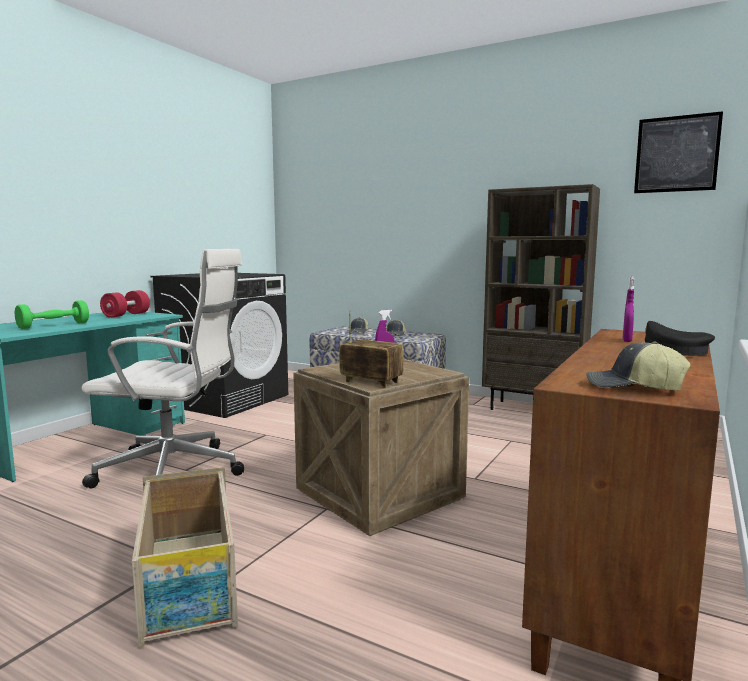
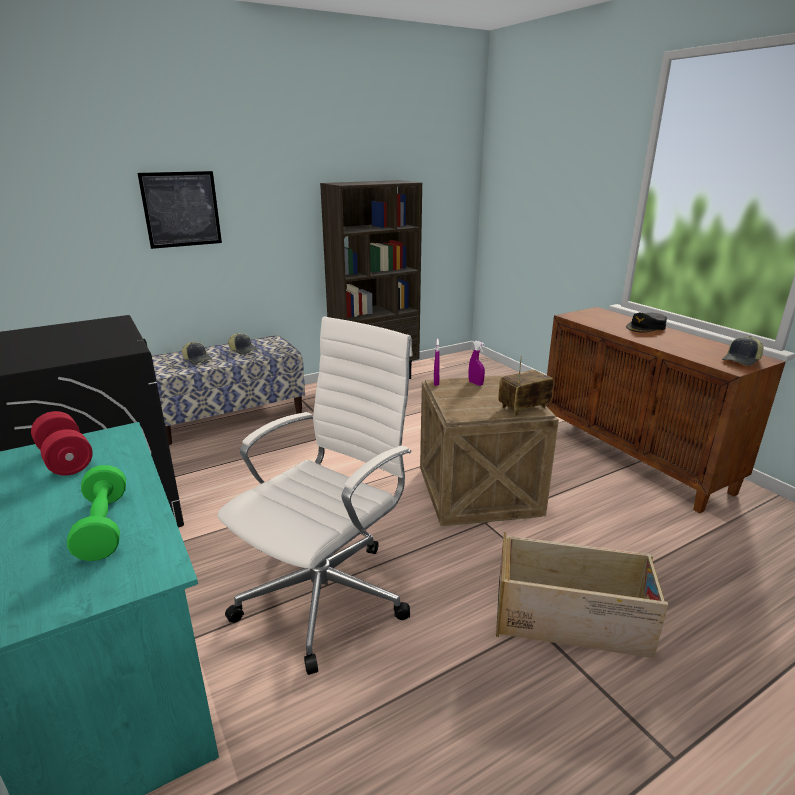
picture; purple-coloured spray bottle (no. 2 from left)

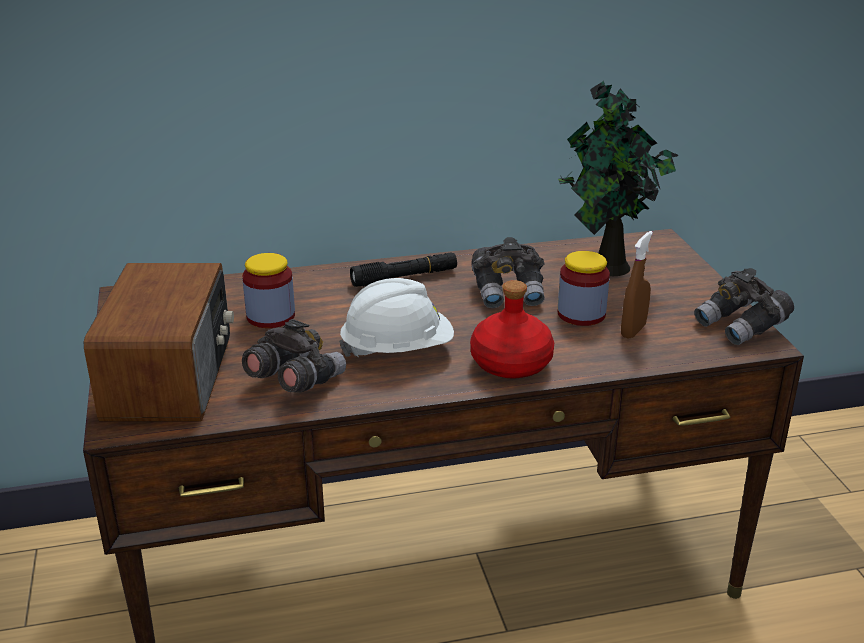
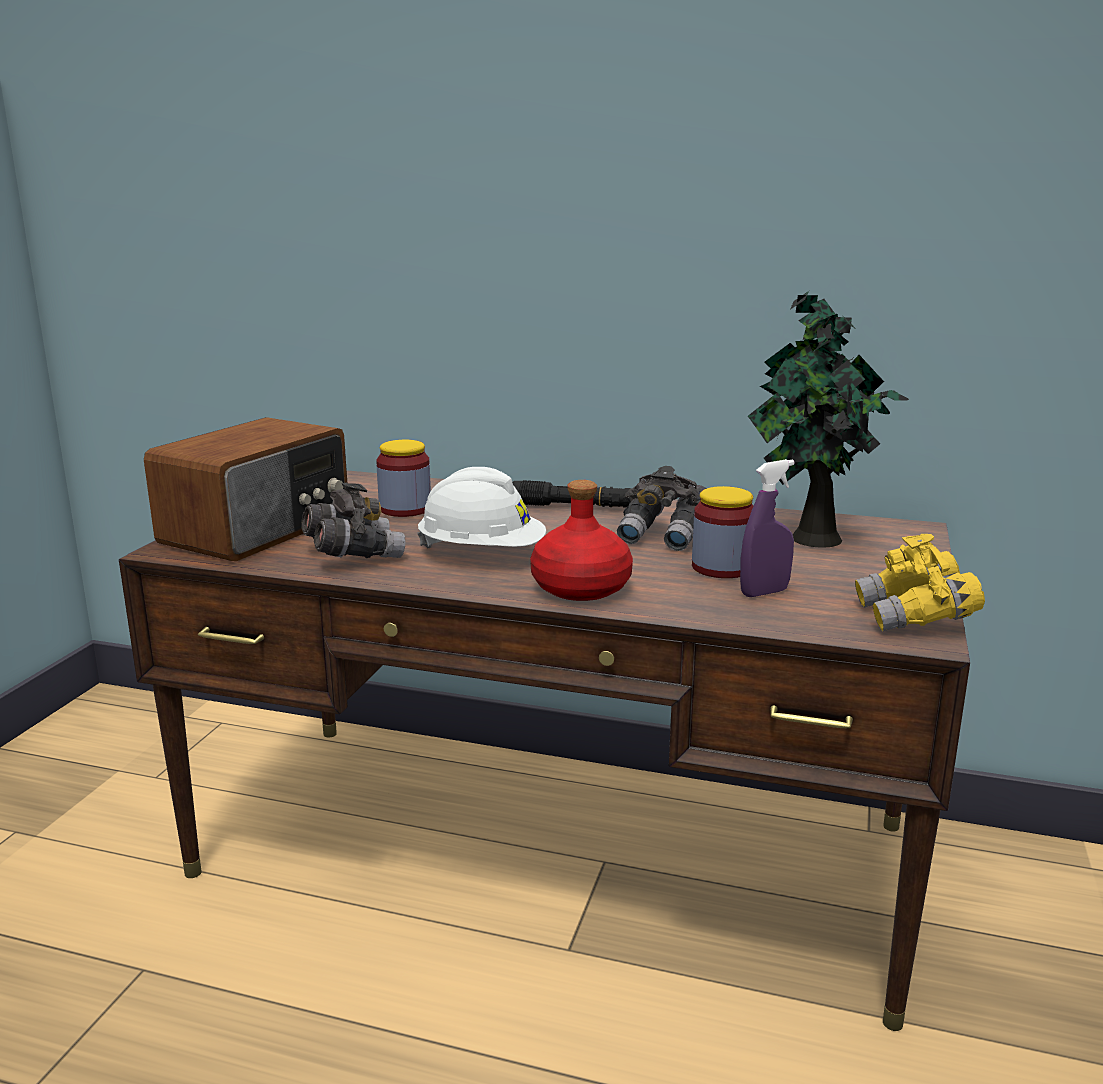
purple-coloured spray bottle; yellow-coloured binoculars

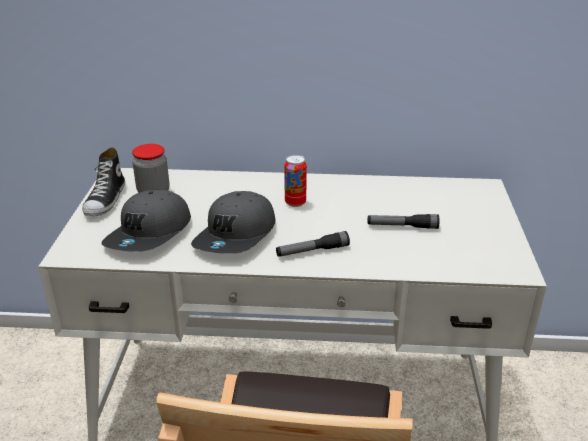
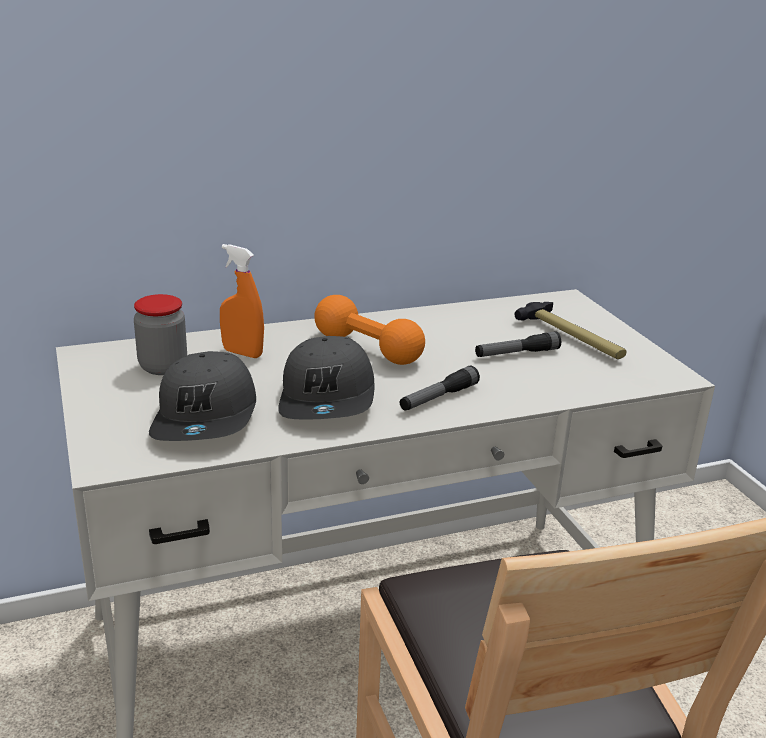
orange-coloured spray bottle; orange-coloured dumbbell; tool hammer; low shoe

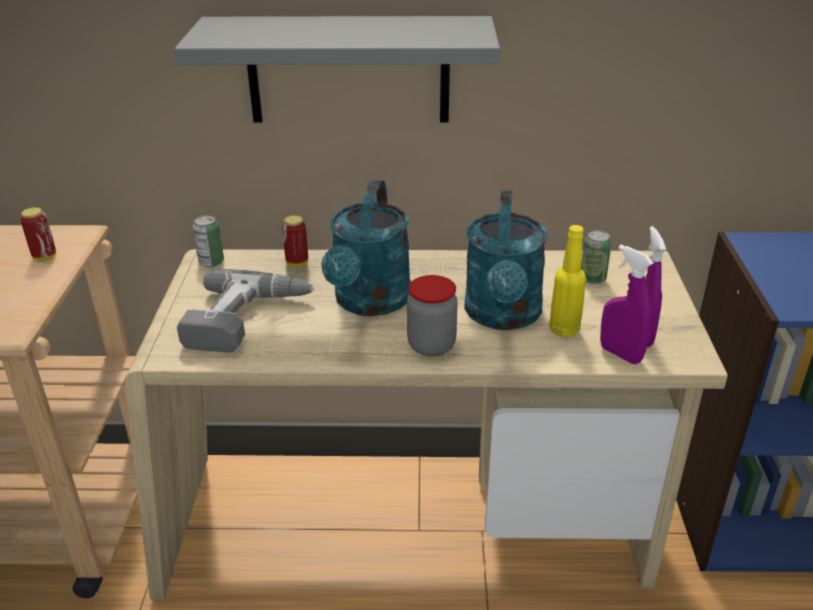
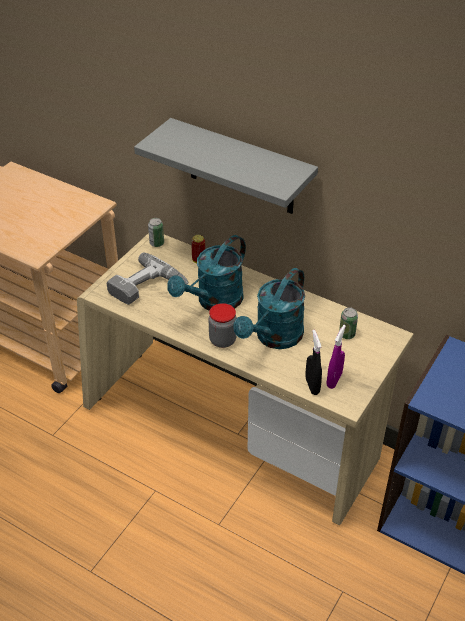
black spray bottle; metal can (no. 1 from left in the first image); yellow-coloured drink bottle

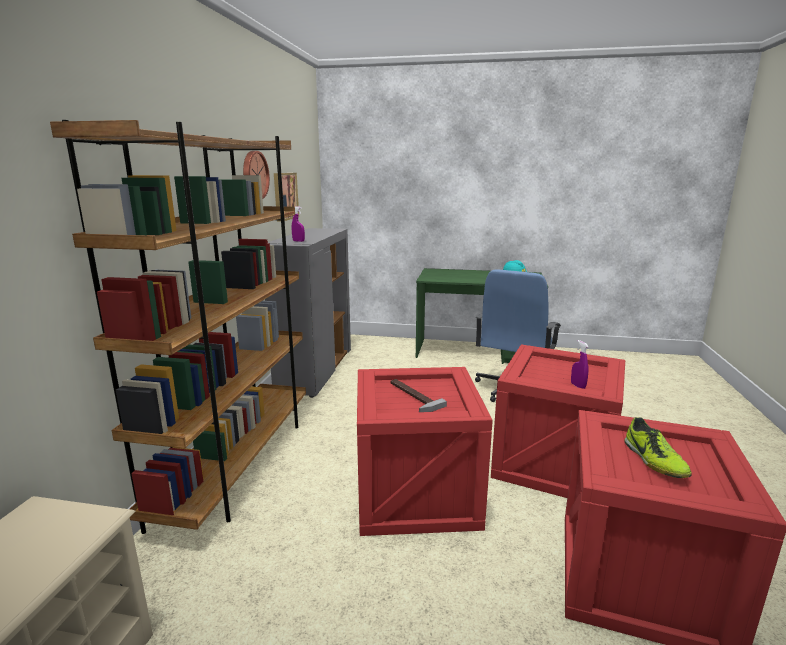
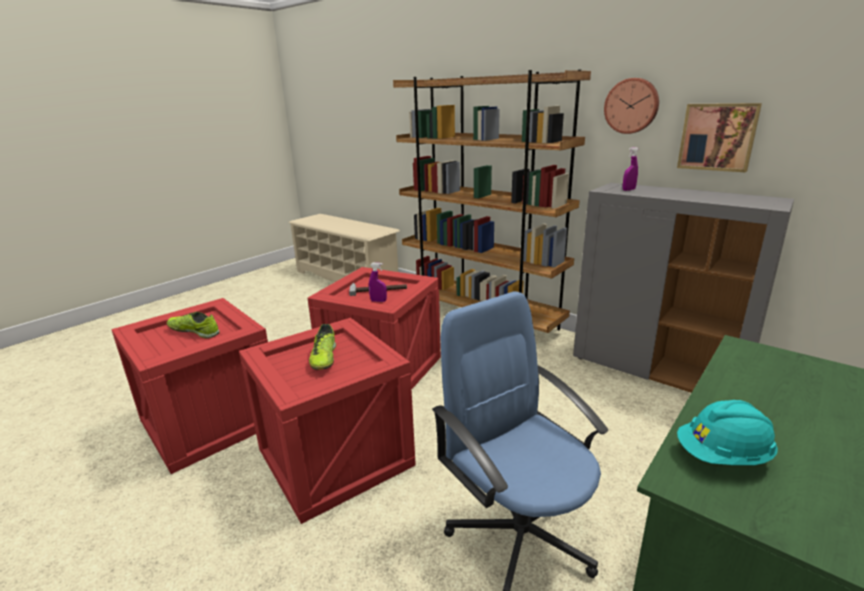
low shoe (no. 2 from left); purple-coloured spray bottle (no. 1 from left)

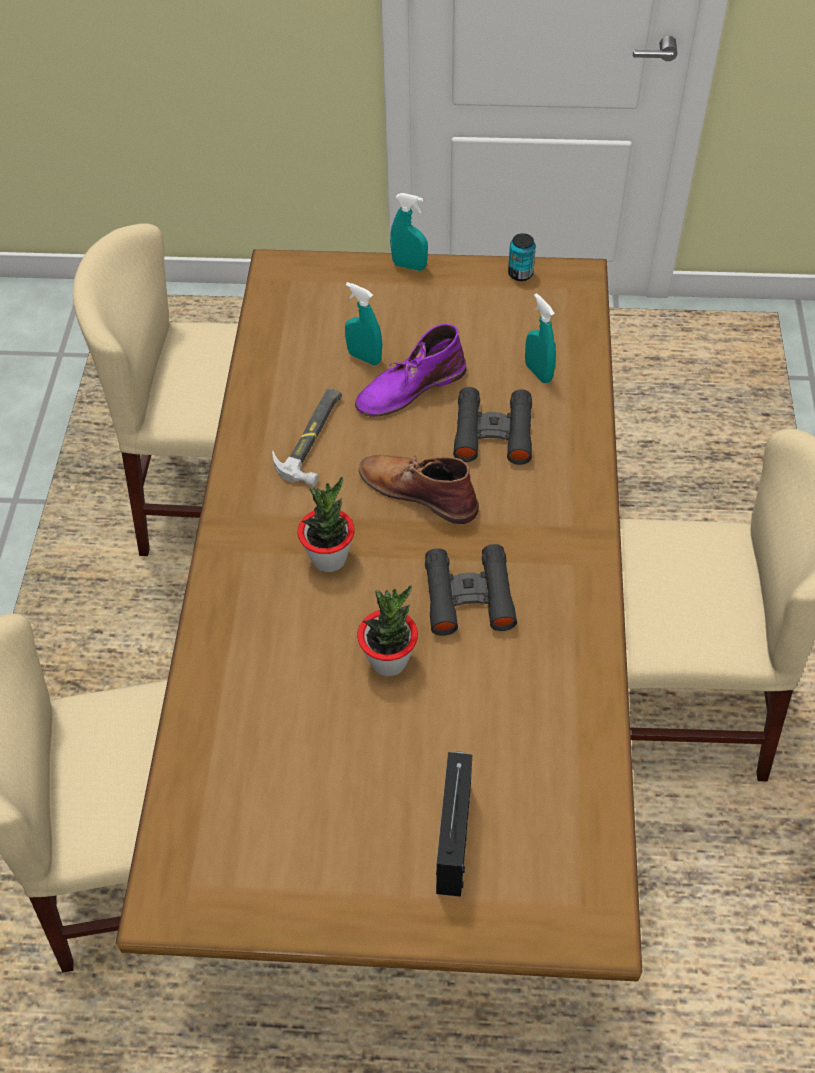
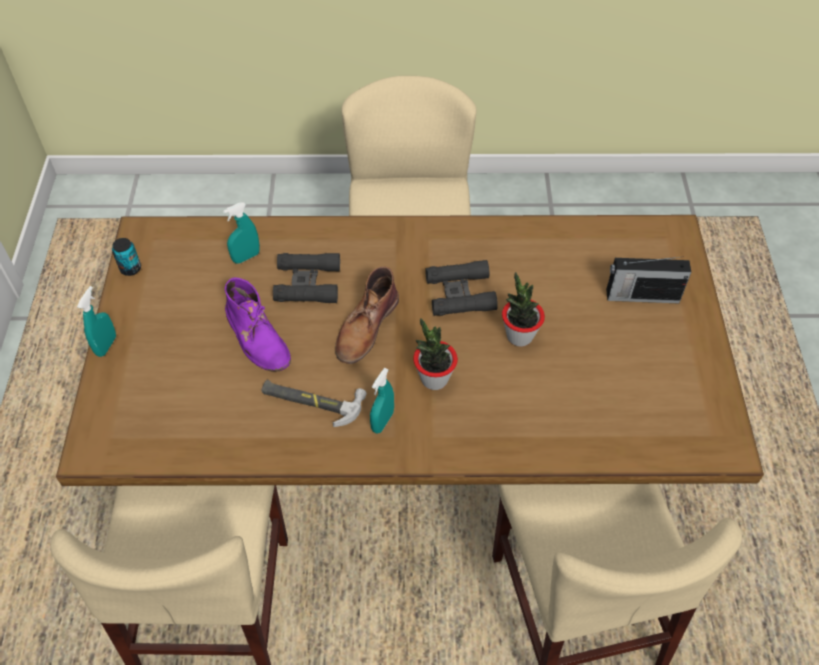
turquoise spray bottle (no. 3 from left)

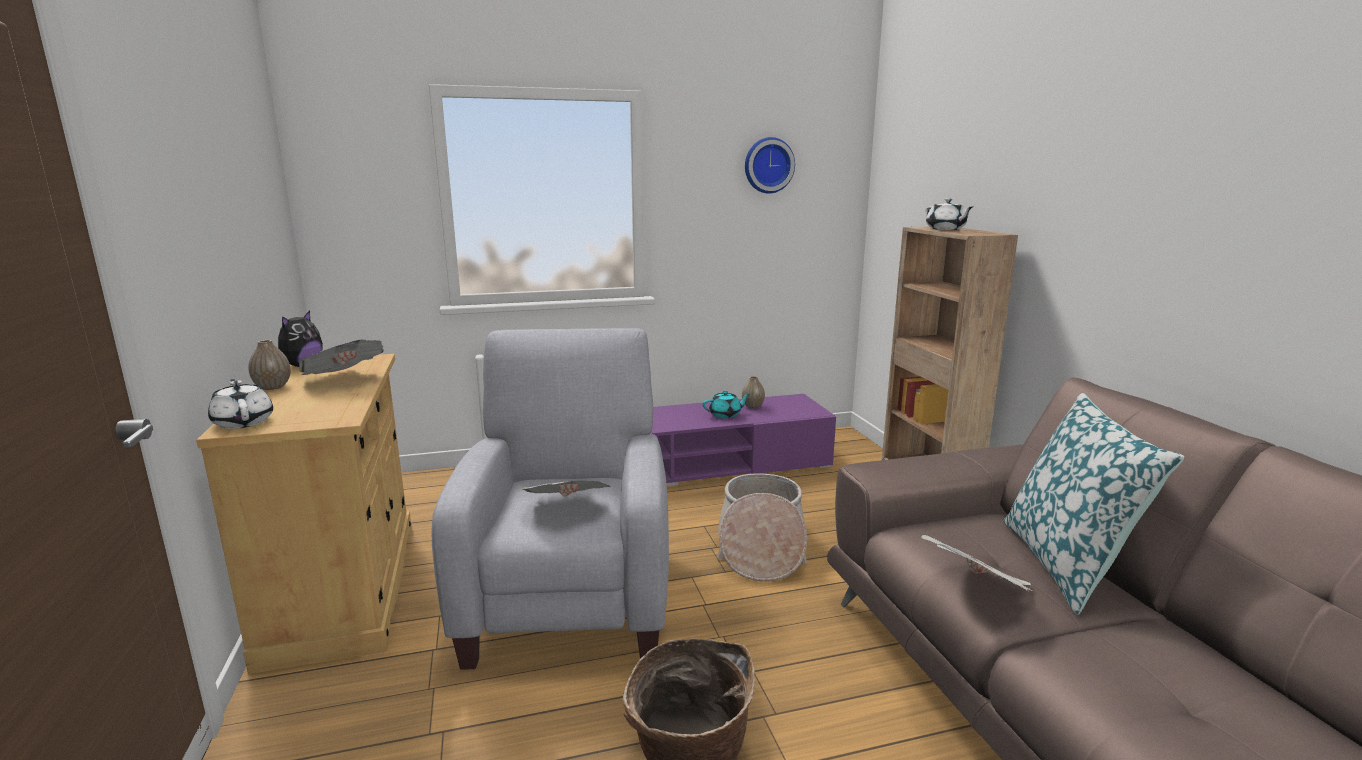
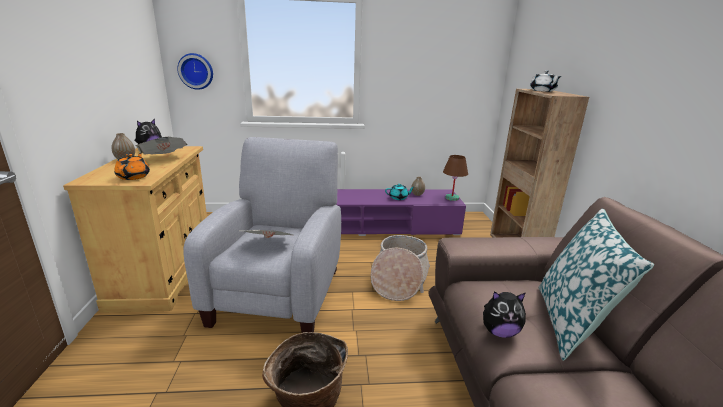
orange-coloured pot for tea; hanging clock; brownish tabletop lamp; cuddly toy (no. 2 from left); whitish pot for tea (no. 1 from left in the first image)

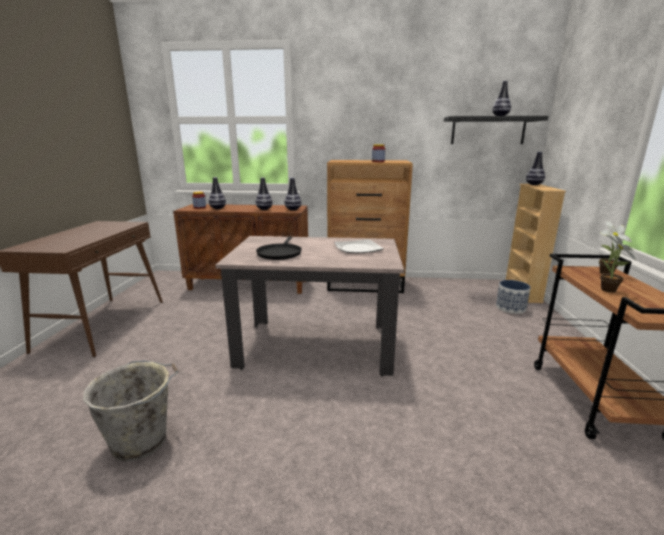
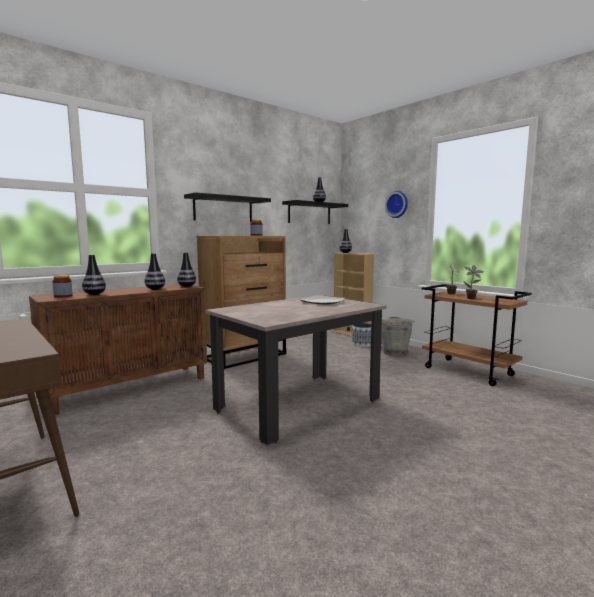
black shelf (no. 1 from left); grey pail; hanging clock; black pan

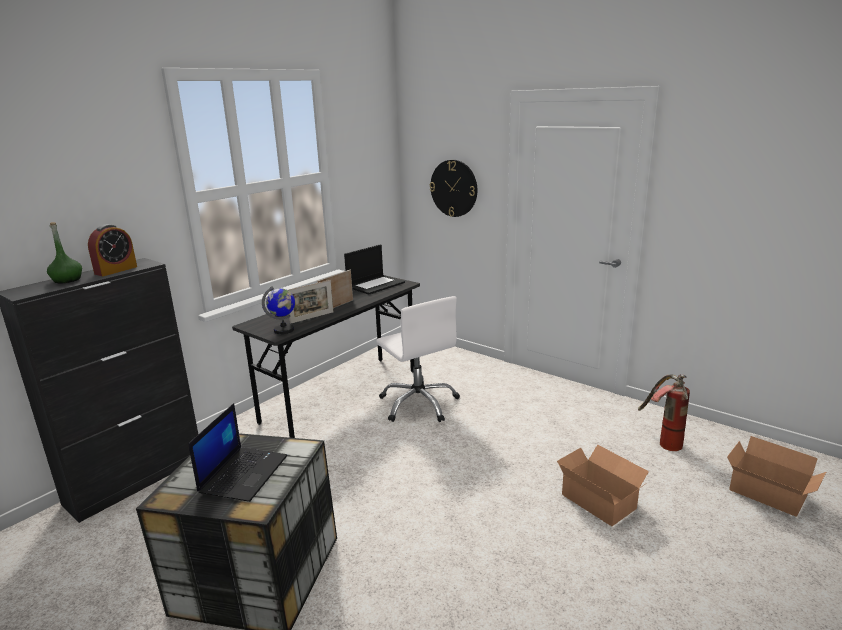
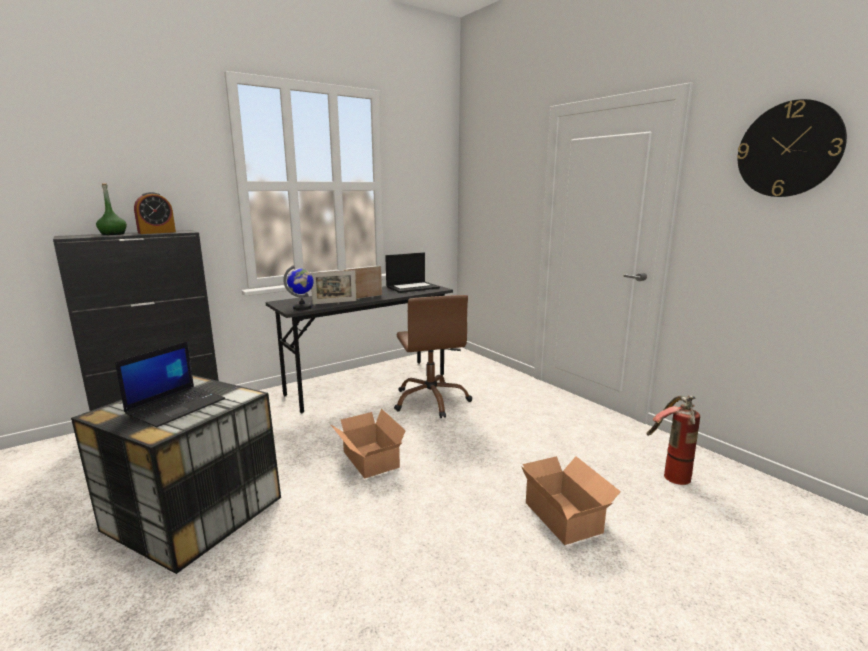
carton (no. 1 from left); brownish office chair; hanging clock

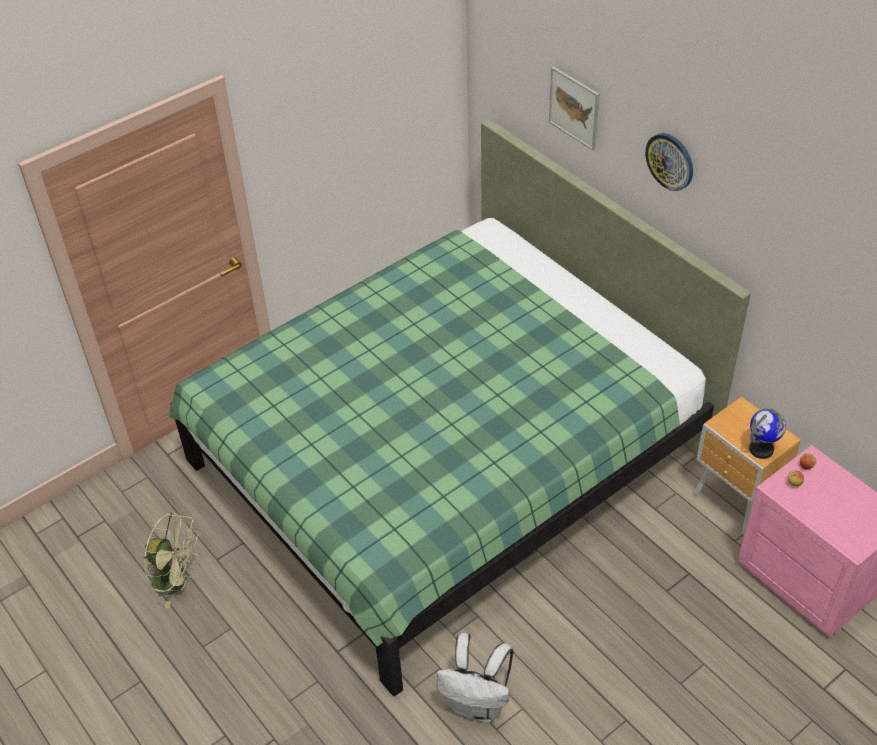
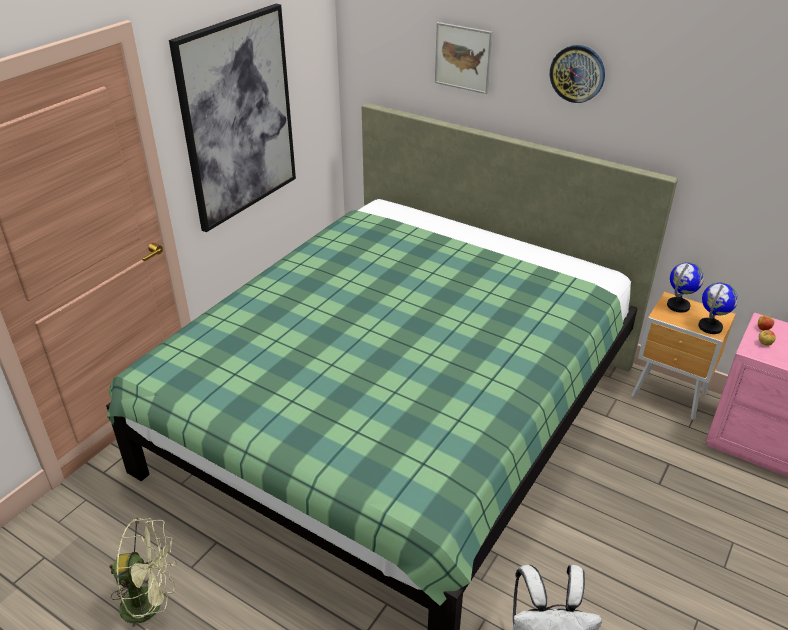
picture (no. 1 from left); desk globe (no. 1 from left)

